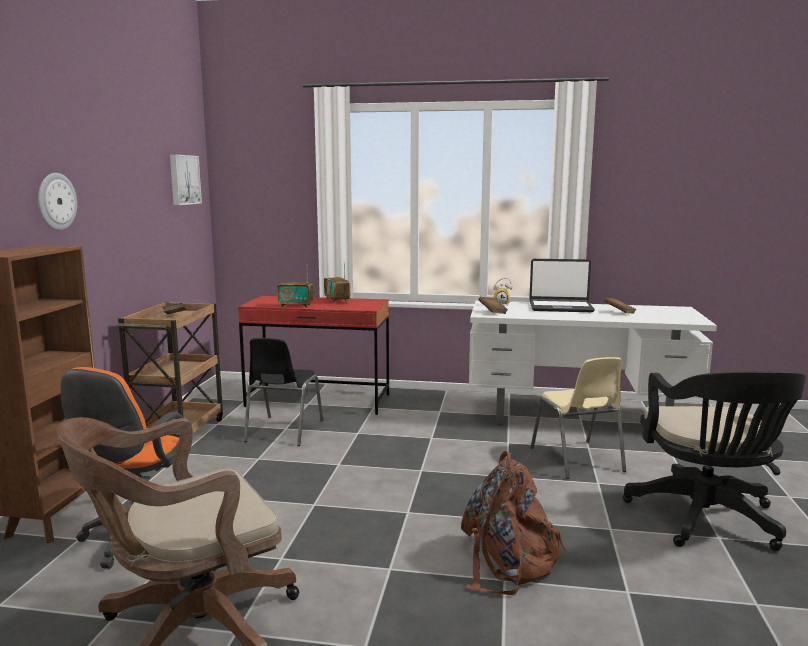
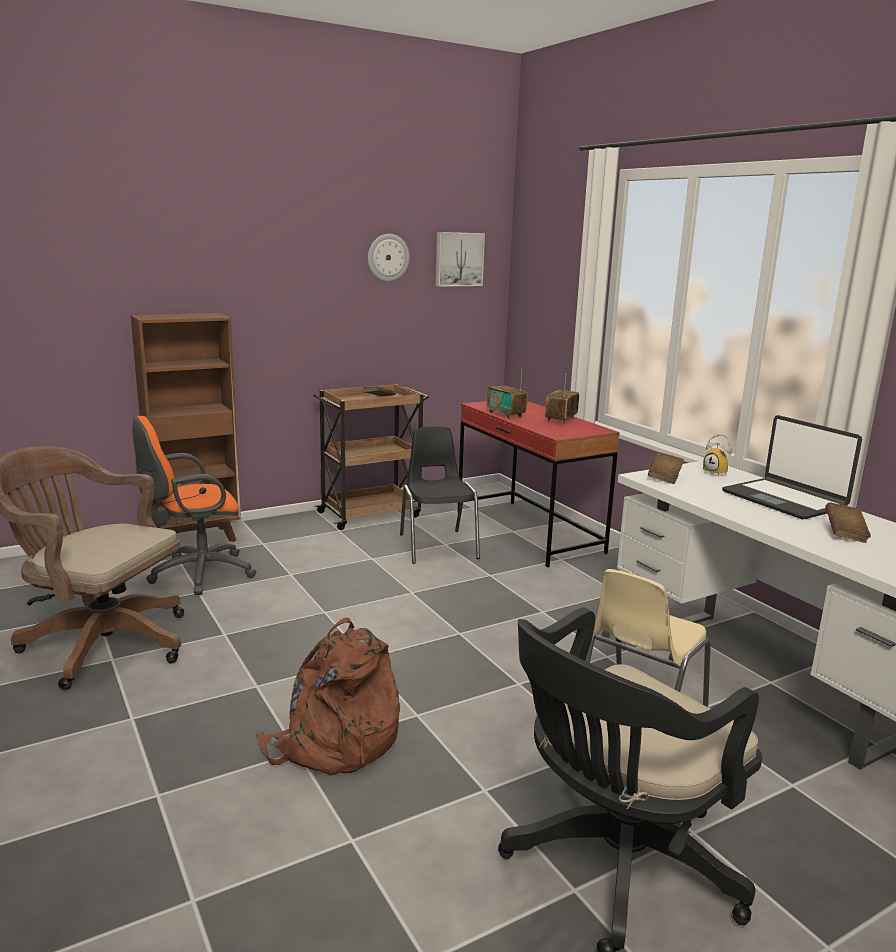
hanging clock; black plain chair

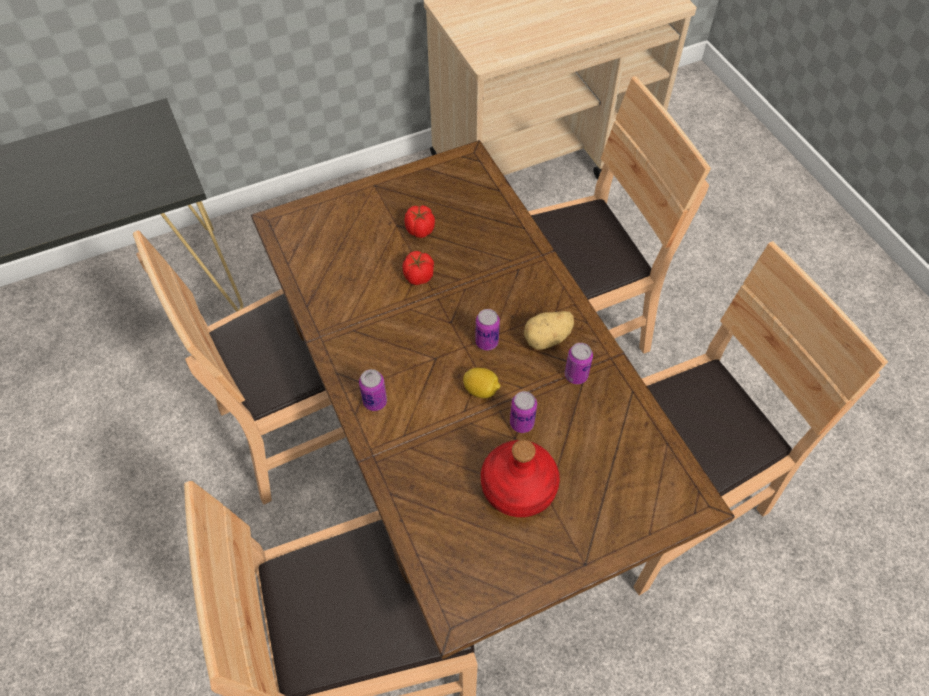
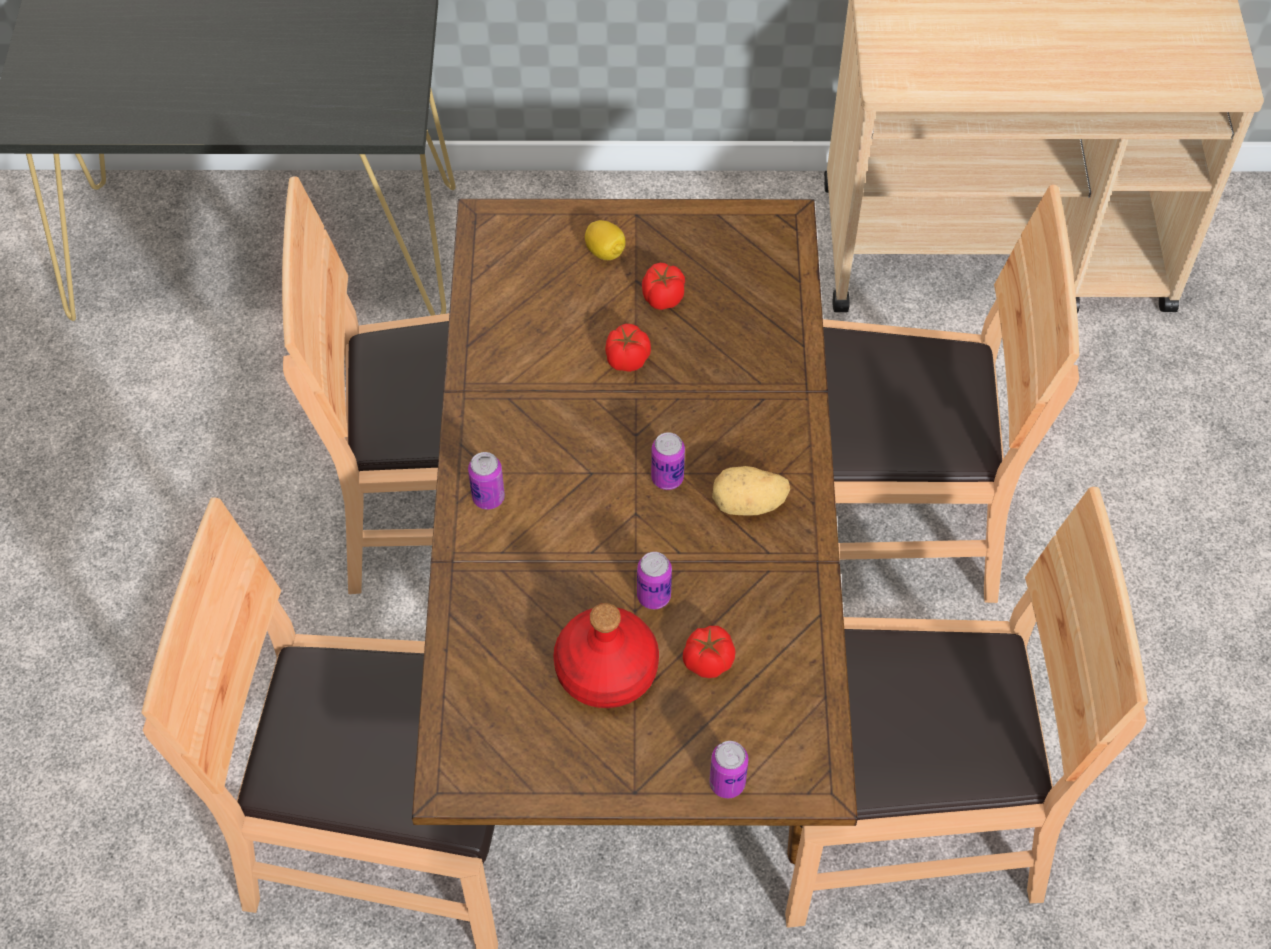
whole lemon; whole tomato (no. 3 from left); metal can (no. 4 from left)

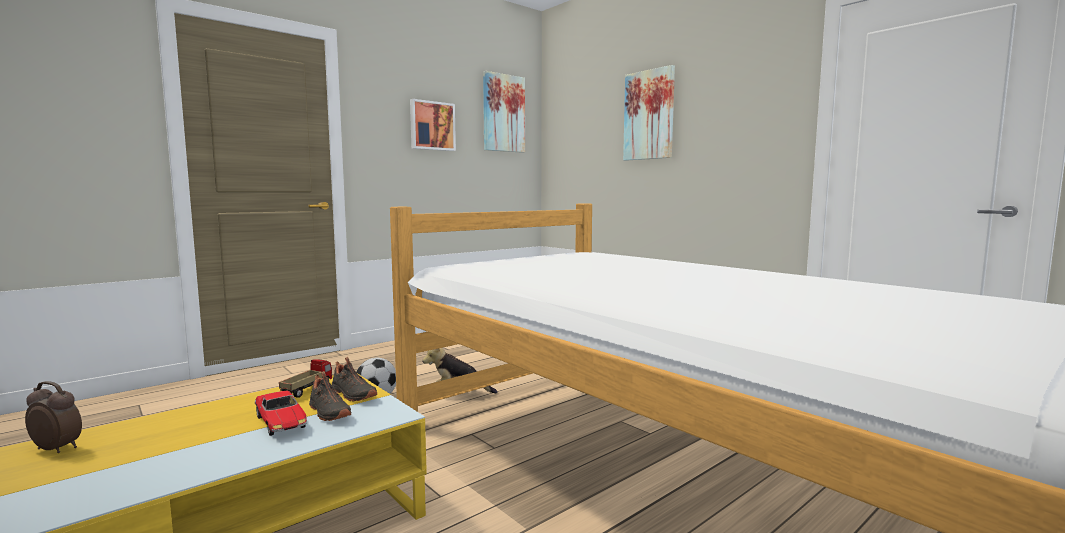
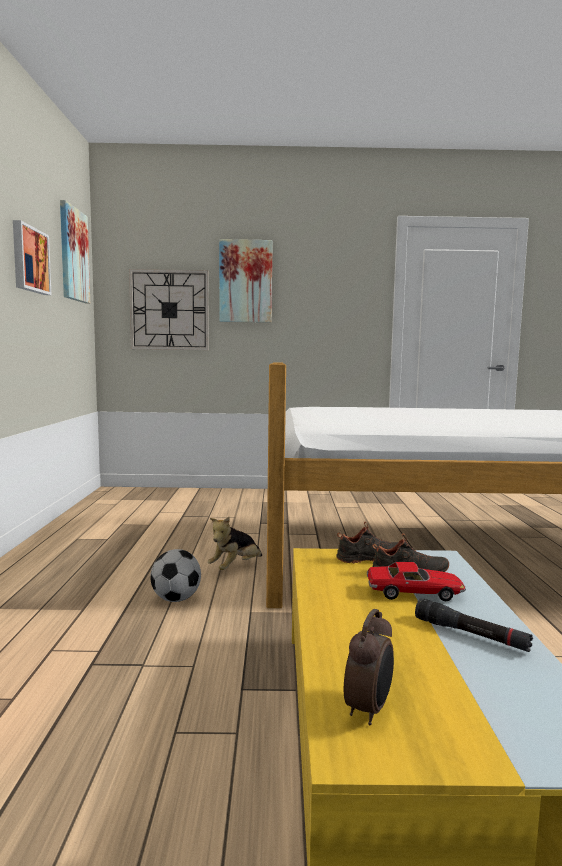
hanging clock; bedside clock; black torch; toy truck

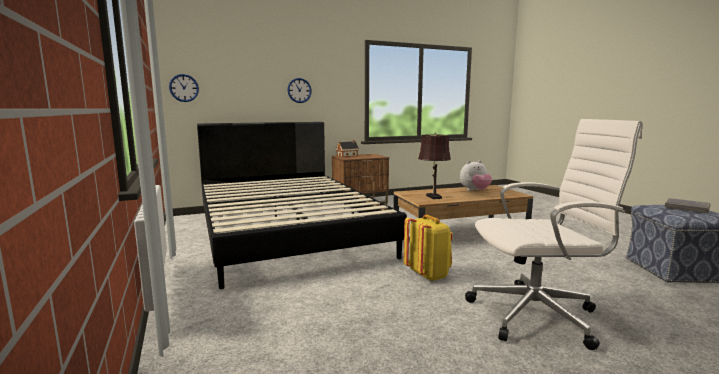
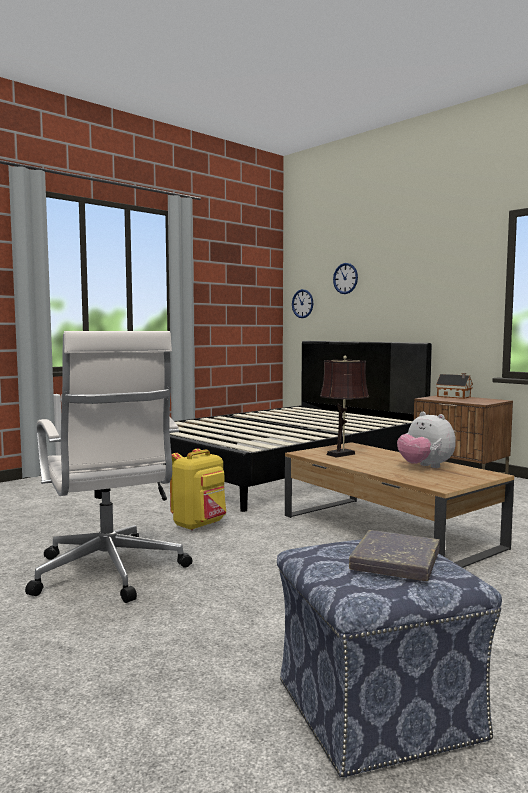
hanging clock (no. 2 from left)

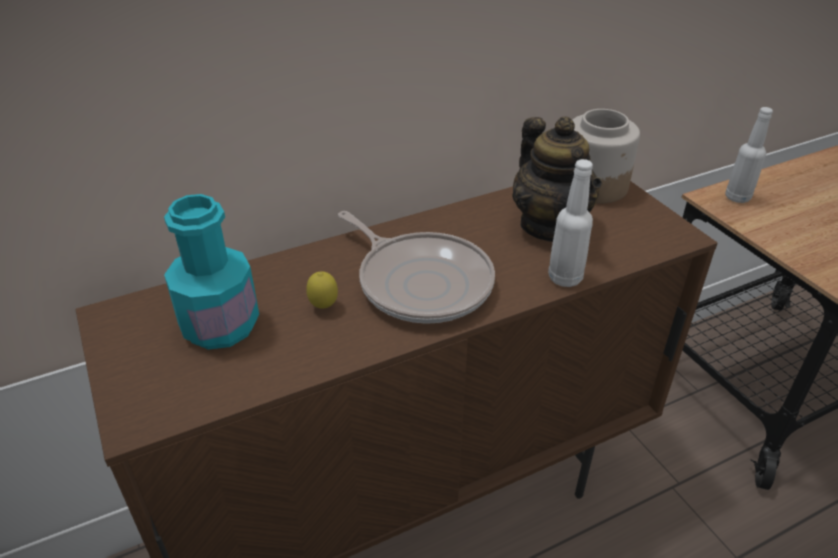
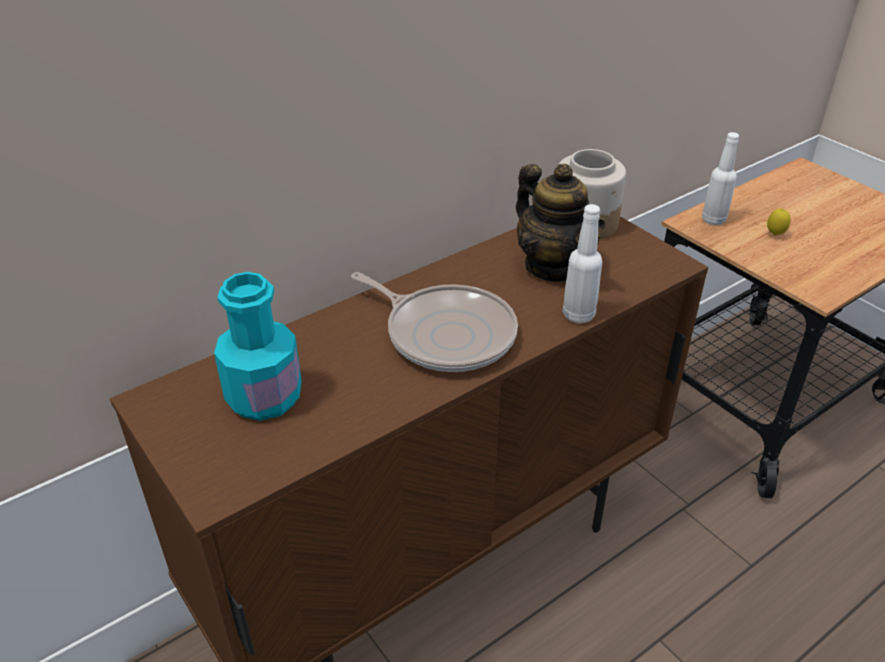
whole lemon

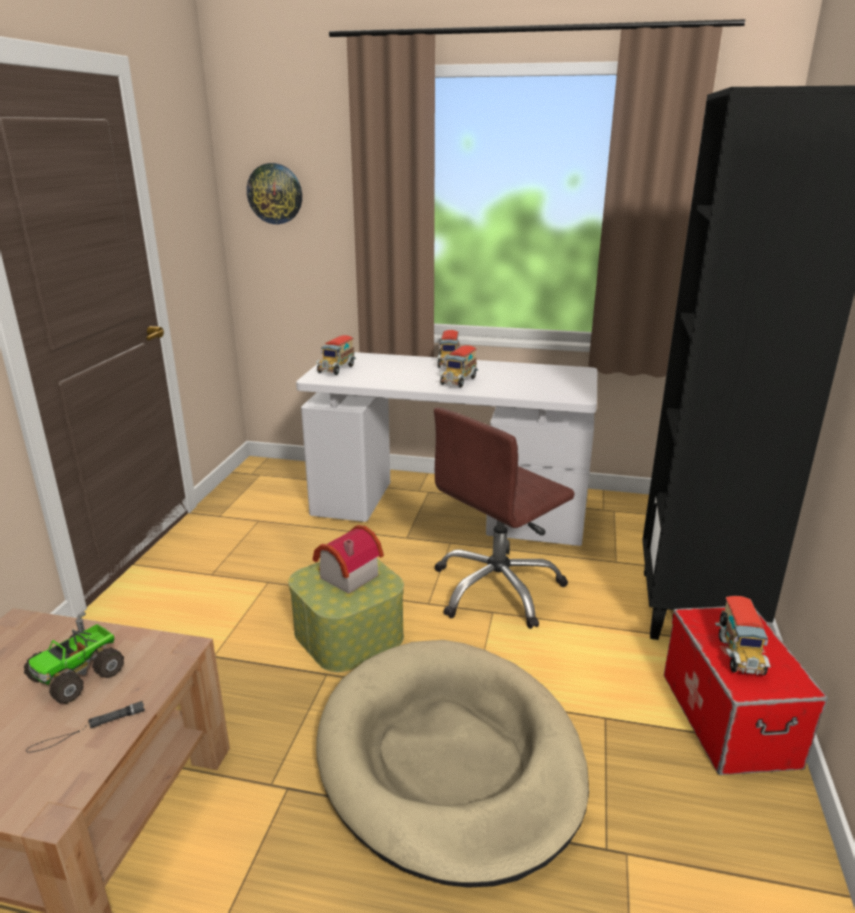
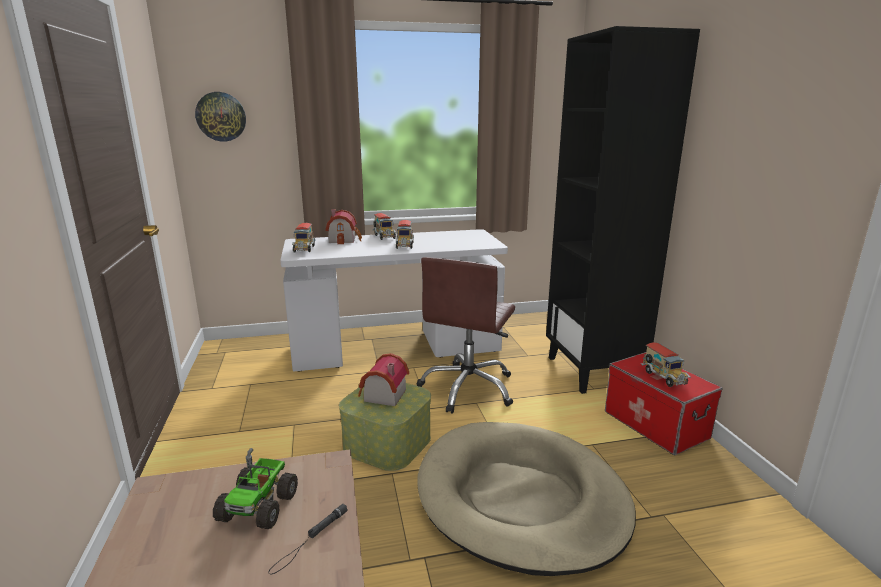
miniature house (no. 1 from left)

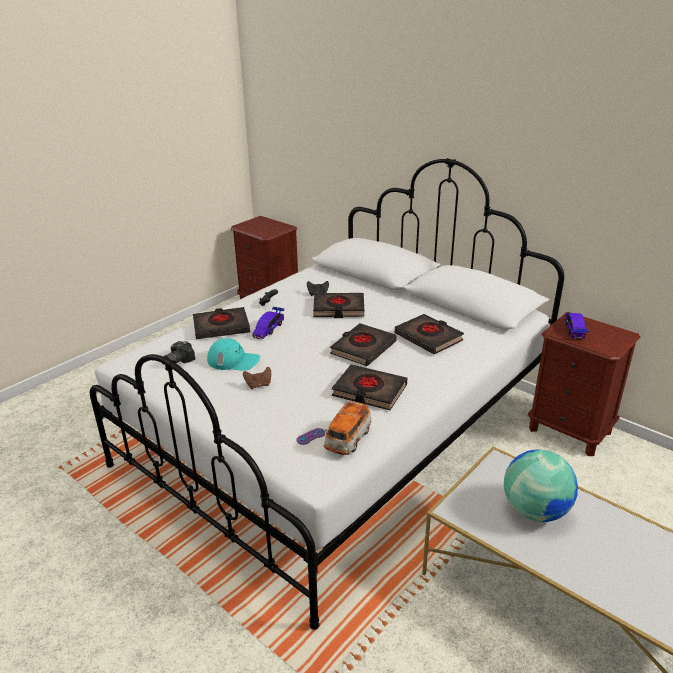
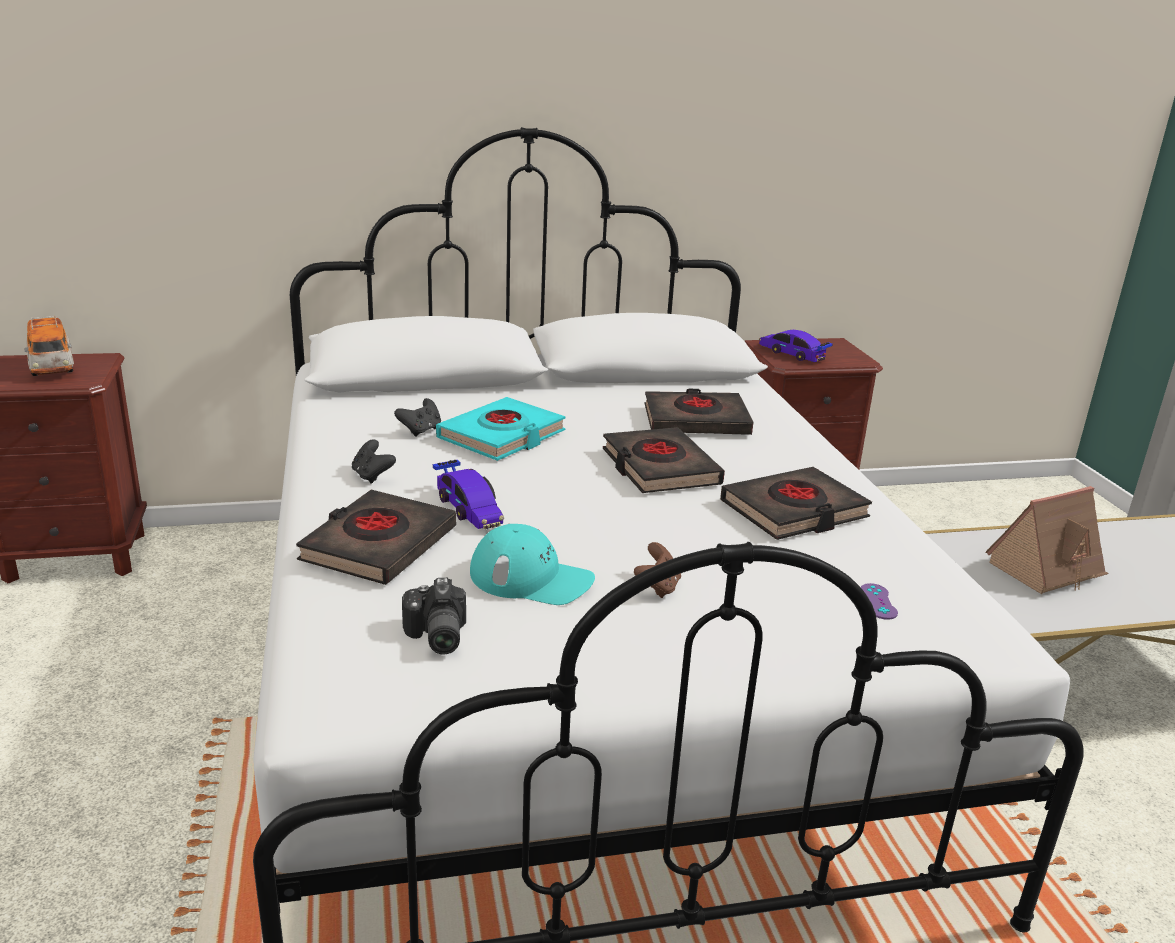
model car (no. 1 from left); turquoise book; turquoise cap; miniature house

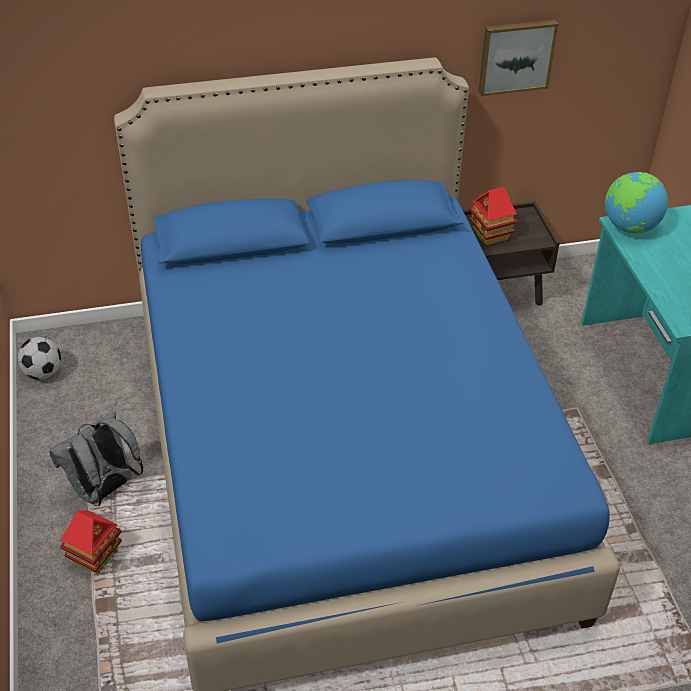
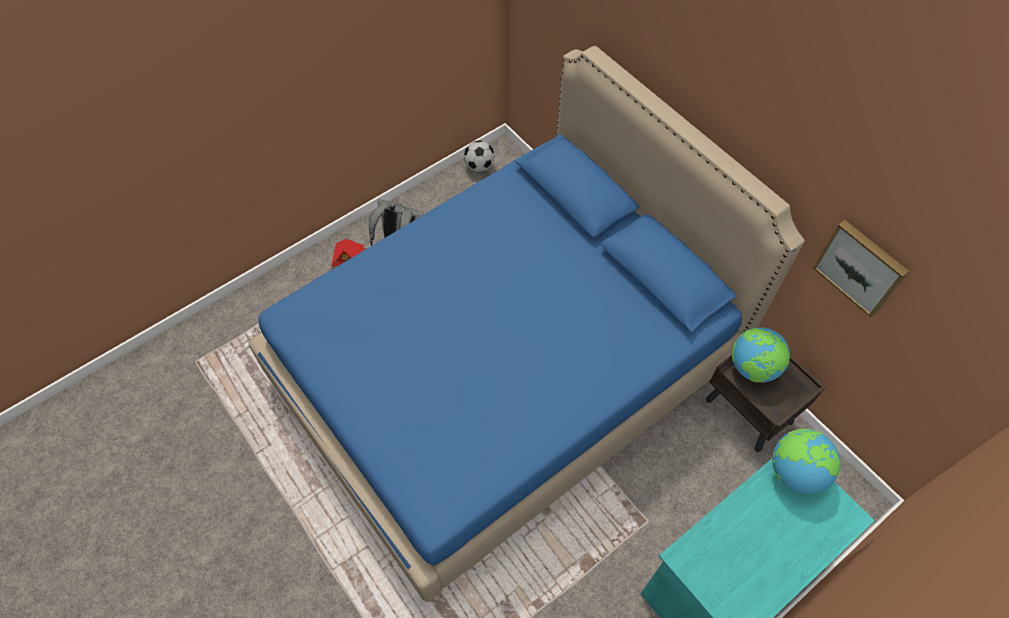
desk globe (no. 1 from left)

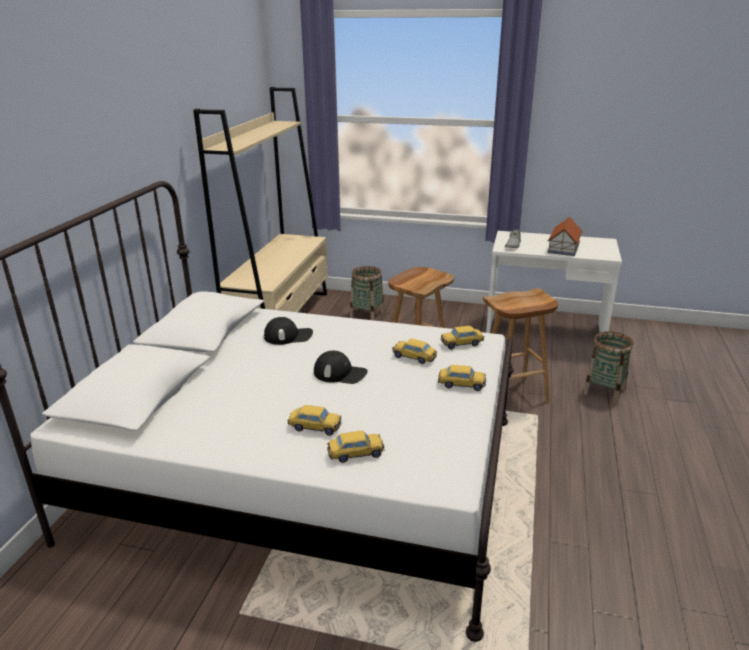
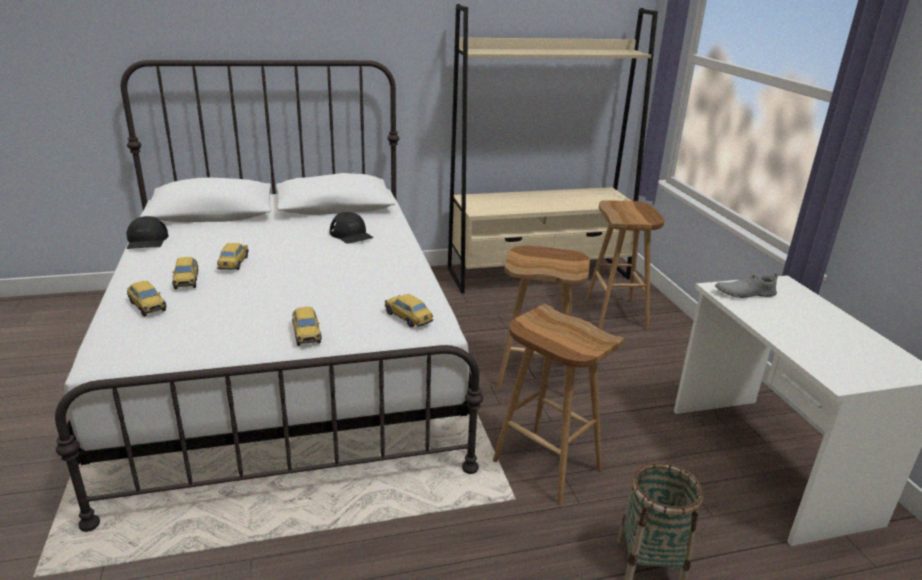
black cap (no. 1 from left); model car (no. 3 from left); brownish stool seat (no. 3 from left); miniature house

